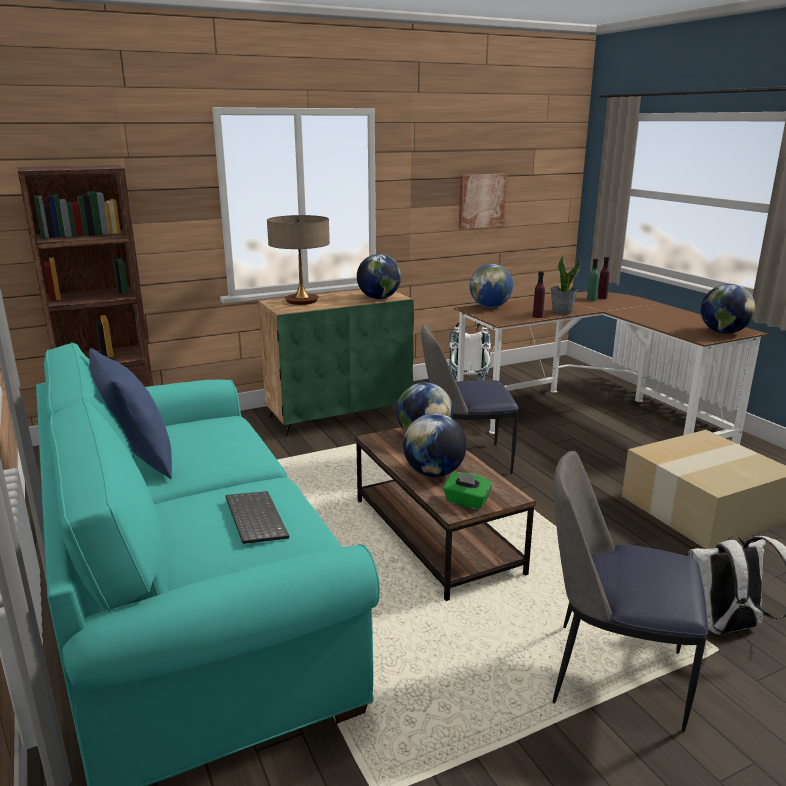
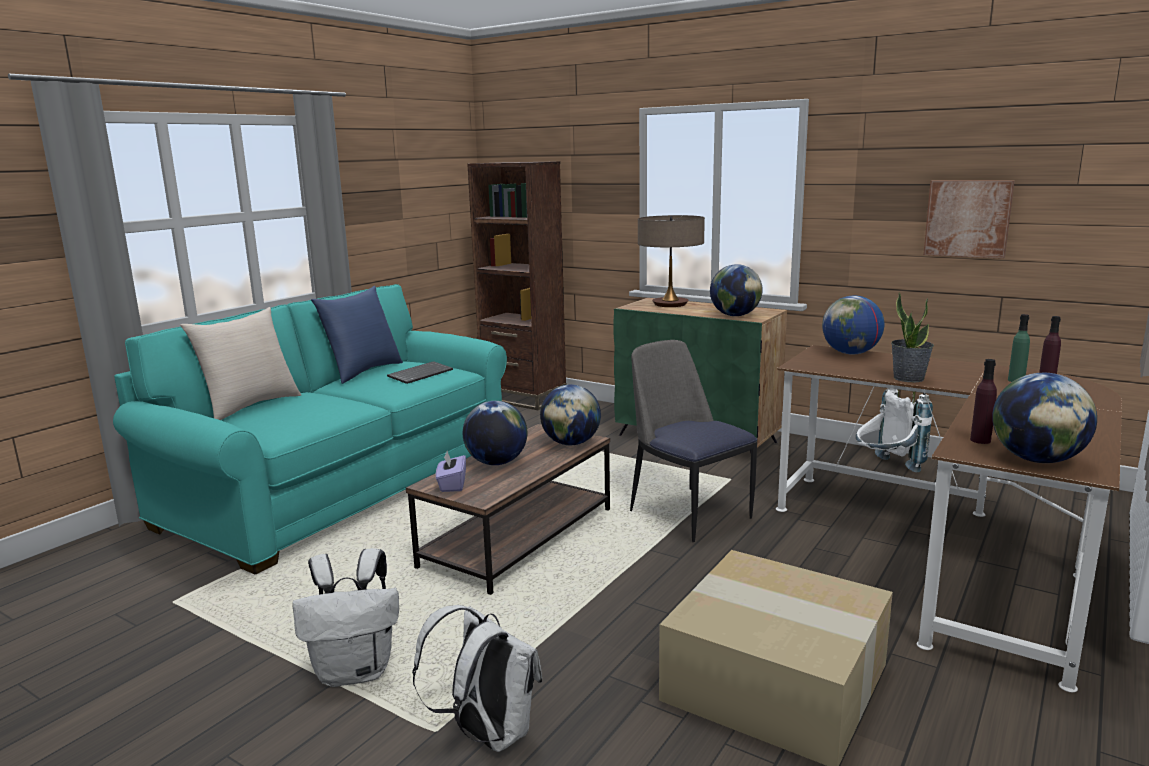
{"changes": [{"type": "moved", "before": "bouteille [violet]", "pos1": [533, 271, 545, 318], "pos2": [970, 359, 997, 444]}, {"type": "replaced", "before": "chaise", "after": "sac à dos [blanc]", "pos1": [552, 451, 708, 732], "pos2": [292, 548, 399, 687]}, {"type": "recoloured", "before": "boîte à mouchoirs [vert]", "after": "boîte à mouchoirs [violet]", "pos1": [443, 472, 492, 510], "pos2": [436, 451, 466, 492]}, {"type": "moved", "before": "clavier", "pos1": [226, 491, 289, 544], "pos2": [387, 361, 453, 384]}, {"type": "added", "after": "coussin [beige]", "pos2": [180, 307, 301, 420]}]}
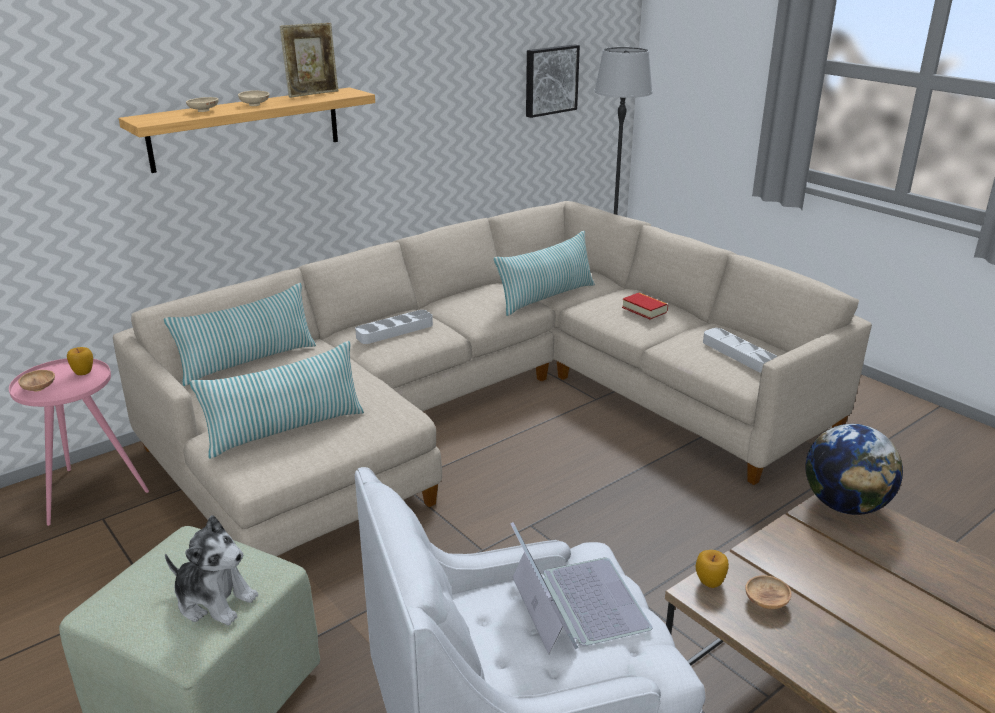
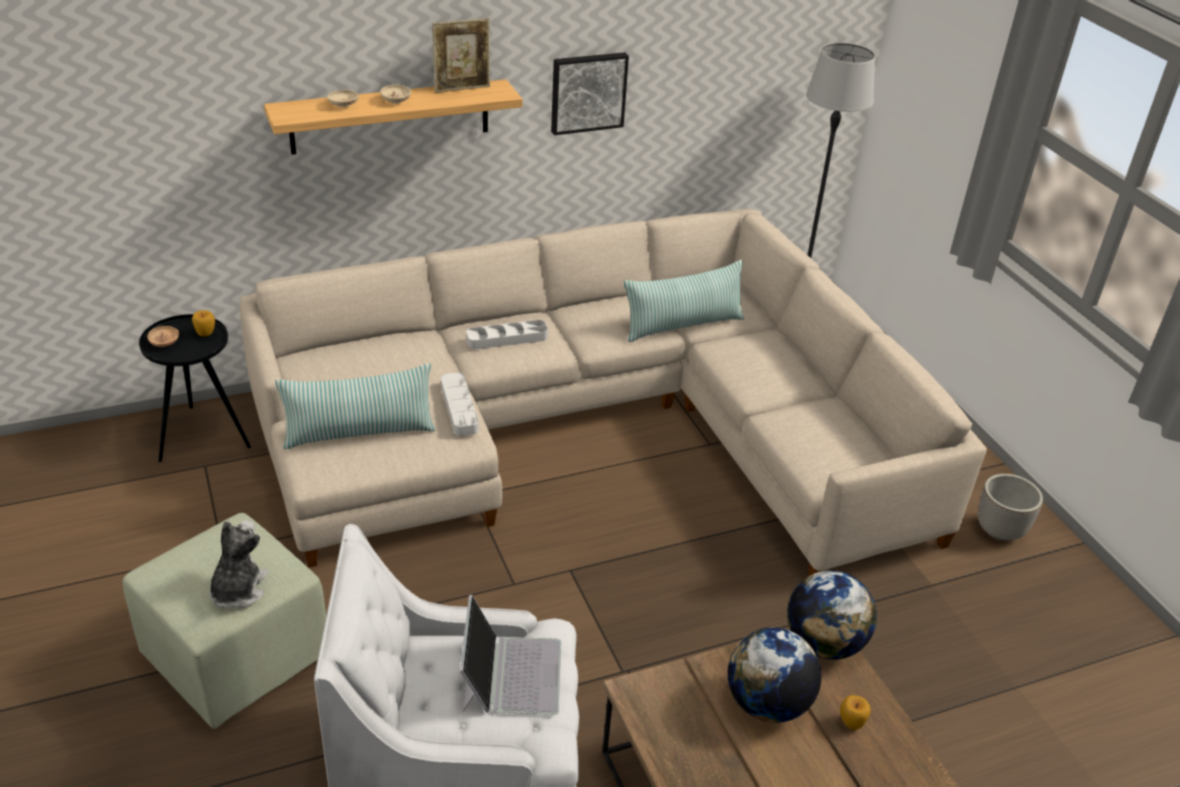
{"changes": [{"type": "moved", "before": "tableau", "pos1": [526, 44, 580, 118], "pos2": [551, 52, 629, 135]}, {"type": "removed", "before": "coussin", "pos1": [164, 283, 316, 386]}, {"type": "removed", "before": "livre", "pos1": [622, 293, 668, 320]}, {"type": "moved", "before": "plateau [gris]", "pos1": [703, 328, 778, 373], "pos2": [441, 373, 479, 436]}, {"type": "recoloured", "before": "table d'appoint [rose]", "after": "table d'appoint [noir]", "pos1": [9, 358, 149, 526], "pos2": [139, 314, 251, 462]}, {"type": "turned", "before": "peluche", "pos1": [165, 515, 258, 626], "pos2": [209, 520, 268, 608], "turn": -120}, {"type": "moved", "before": "pomme", "pos1": [696, 550, 729, 588], "pos2": [840, 695, 871, 730]}, {"type": "removed", "before": "bol [marron]", "pos1": [745, 575, 791, 609]}, {"type": "added", "after": "cache-pot", "pos2": [978, 474, 1043, 541]}, {"type": "added", "after": "globe", "pos2": [728, 627, 821, 723]}]}
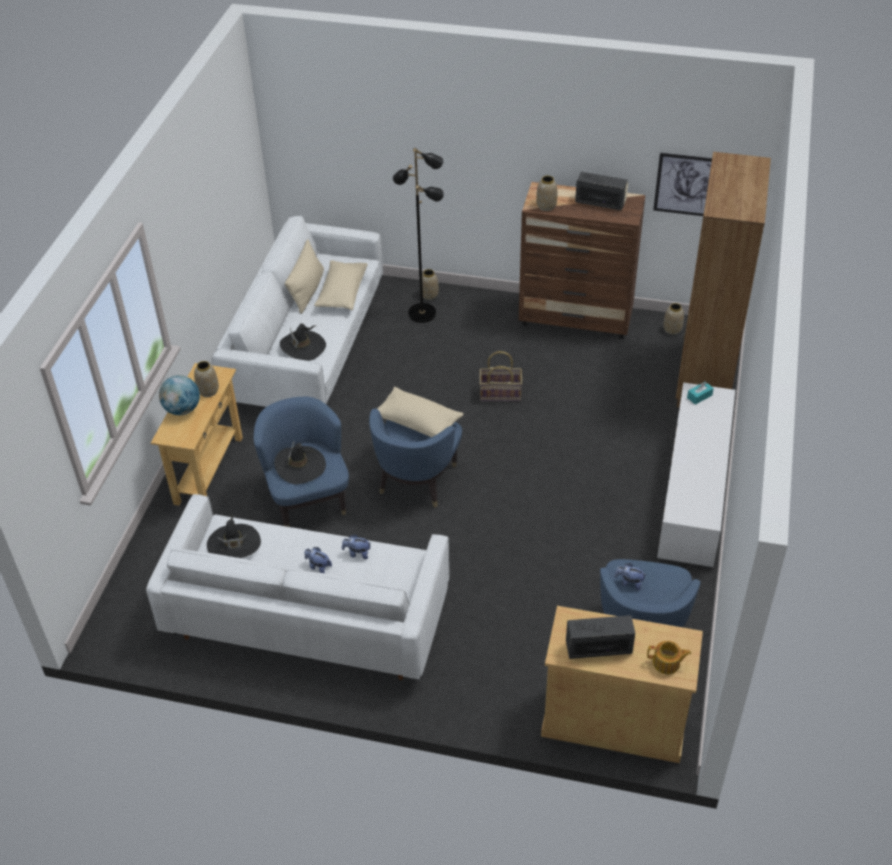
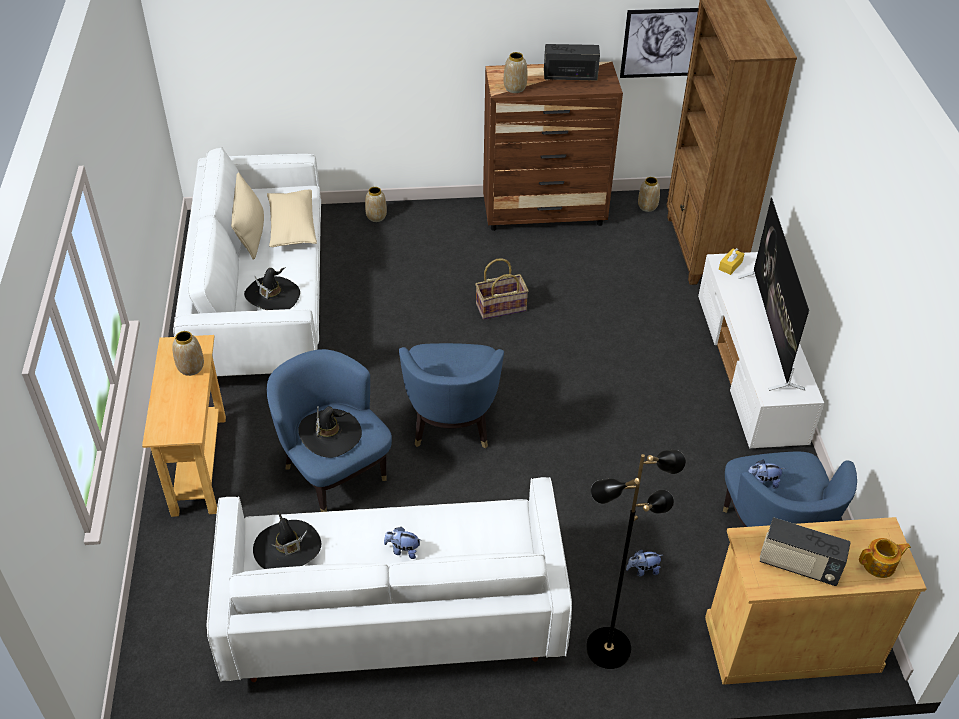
{"changes": [{"type": "moved", "before": "lampadaire [noir]", "pos1": [393, 148, 444, 323], "pos2": [586, 450, 686, 669]}, {"type": "removed", "before": "globe", "pos1": [159, 375, 200, 415]}, {"type": "recoloured", "before": "boîte à mouchoirs [turquoise]", "after": "boîte à mouchoirs [jaune]", "pos1": [687, 382, 714, 405], "pos2": [719, 248, 744, 275]}, {"type": "removed", "before": "coussin [beige]", "pos1": [377, 387, 464, 437]}, {"type": "moved", "before": "peluche", "pos1": [342, 534, 371, 559], "pos2": [626, 549, 663, 576]}, {"type": "turned", "before": "radio", "pos1": [566, 615, 635, 659], "pos2": [760, 517, 851, 586], "turn": -135}, {"type": "added", "after": "téléviseur", "pos2": [738, 197, 809, 391]}]}
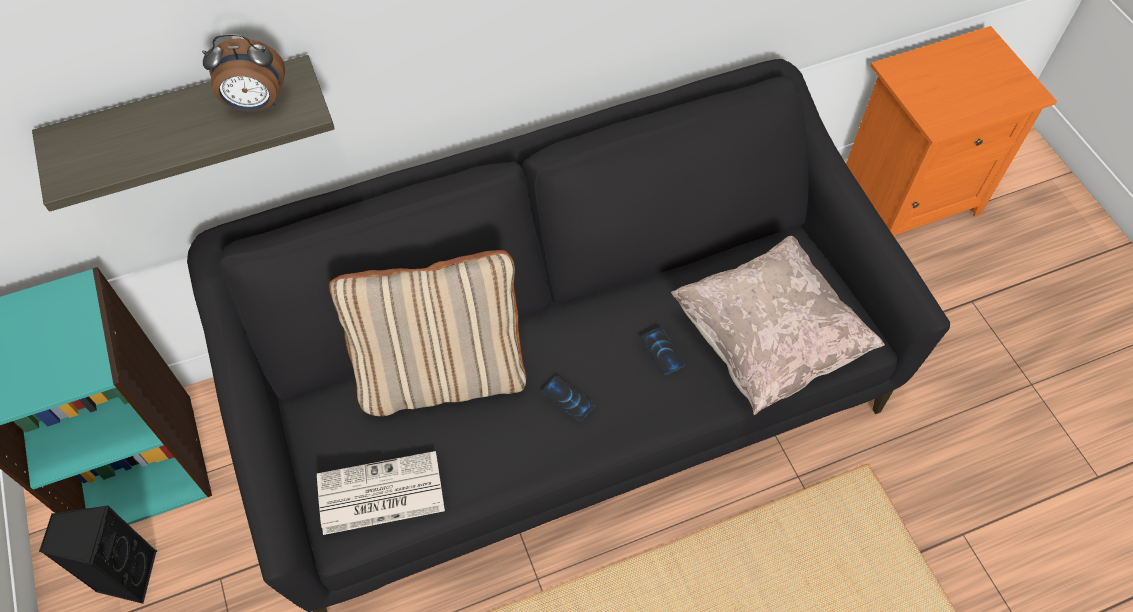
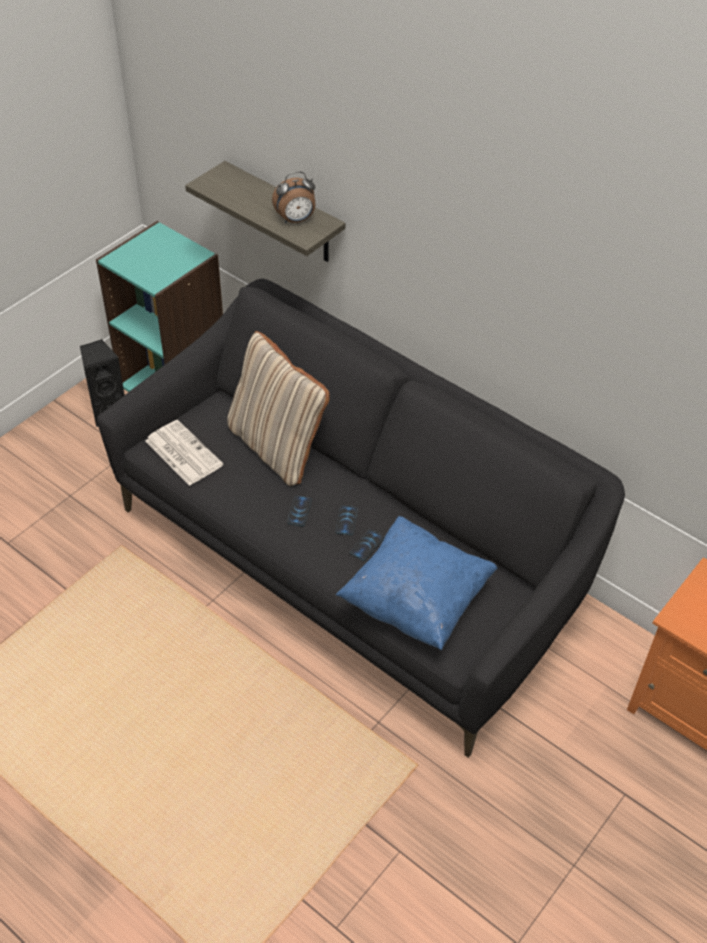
{"changes": [{"type": "turned", "before": "réveil", "pos1": [202, 34, 285, 112], "pos2": [272, 172, 315, 223], "turn": -75}, {"type": "recoloured", "before": "coussin [beige]", "after": "coussin [bleu]", "pos1": [671, 236, 885, 415], "pos2": [336, 516, 497, 650]}, {"type": "added", "after": "téléphone", "pos2": [335, 505, 358, 535]}]}
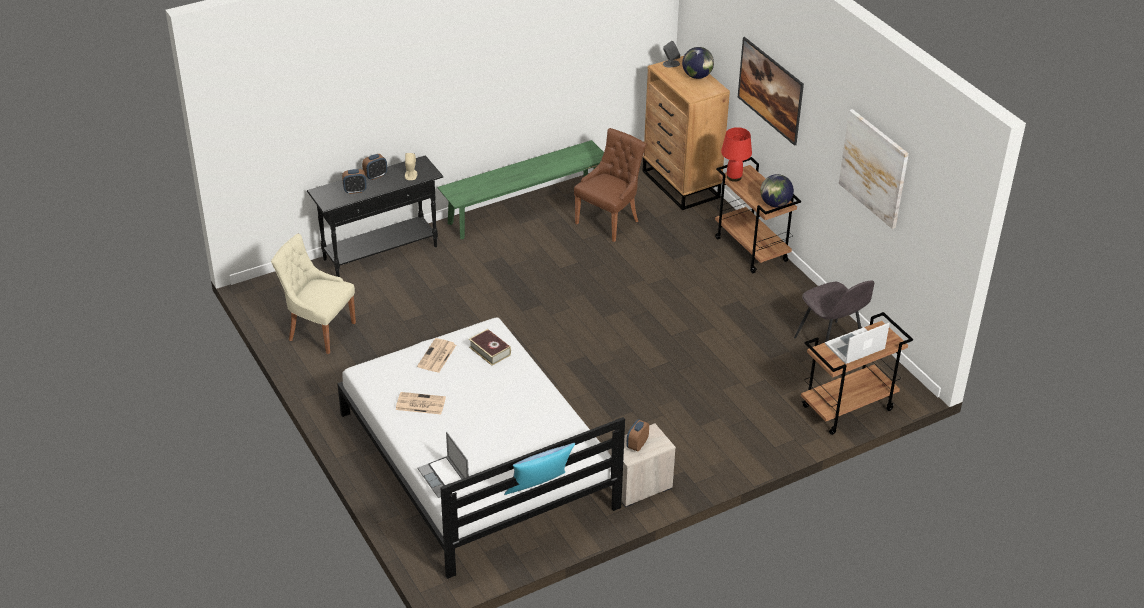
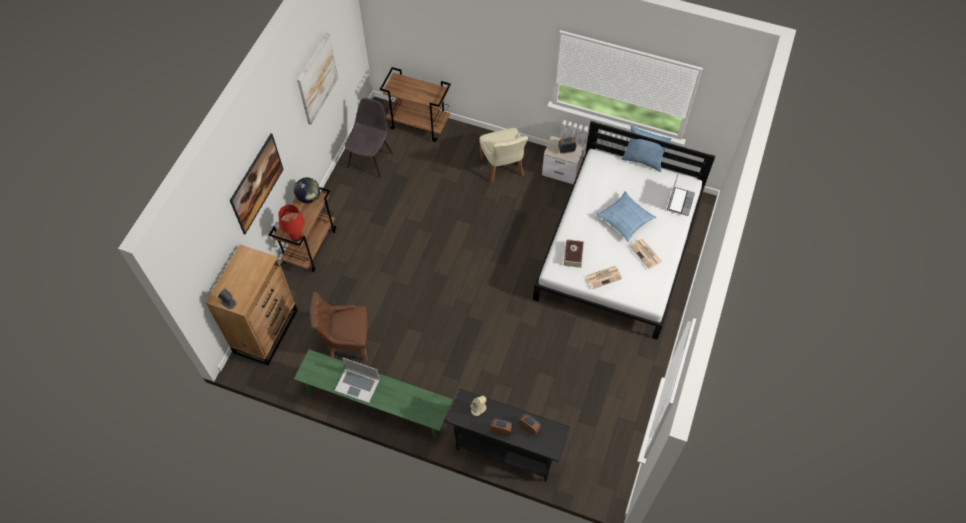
{"changes": [{"type": "removed", "before": "globe", "pos1": [682, 47, 714, 79]}, {"type": "moved", "before": "chaise [beige]", "pos1": [271, 234, 356, 354], "pos2": [479, 128, 529, 184]}, {"type": "moved", "before": "ordinateur portable", "pos1": [825, 323, 890, 364], "pos2": [335, 358, 380, 403]}, {"type": "added", "after": "coussin", "pos2": [596, 191, 656, 241]}]}
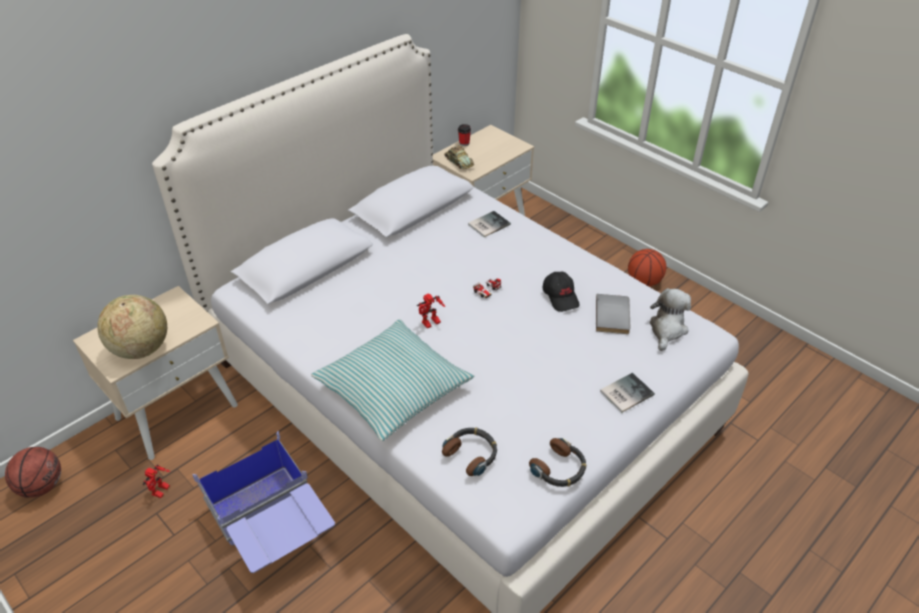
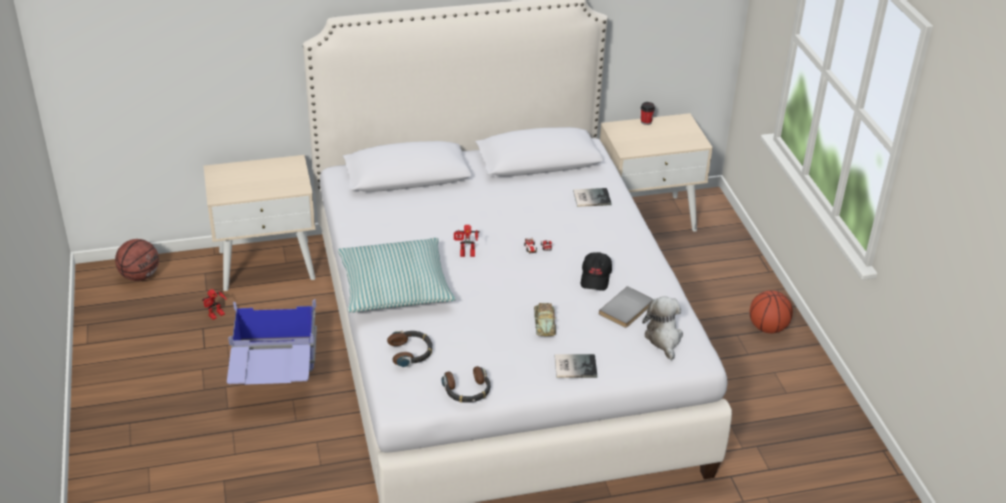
{"changes": [{"type": "moved", "before": "petite voiture", "pos1": [444, 145, 474, 169], "pos2": [534, 303, 556, 336]}, {"type": "turned", "before": "peluche", "pos1": [650, 288, 691, 351], "pos2": [642, 297, 683, 360], "turn": -60}, {"type": "removed", "before": "globe", "pos1": [97, 295, 167, 359]}]}
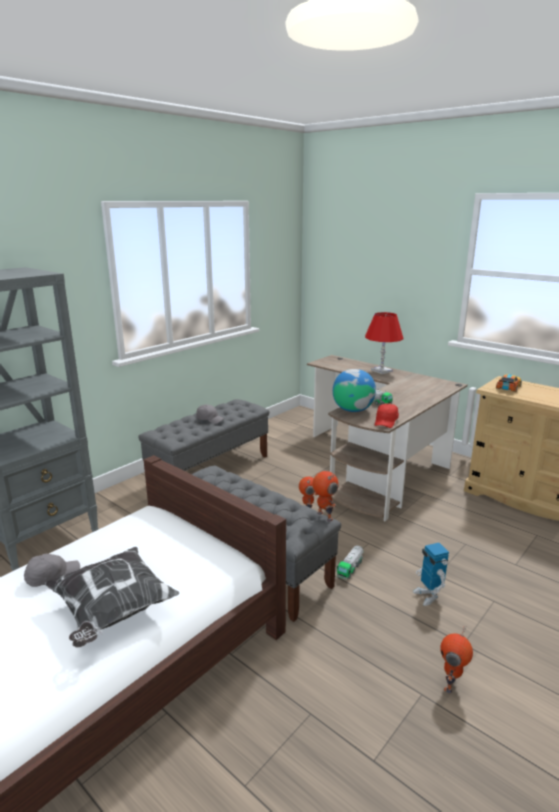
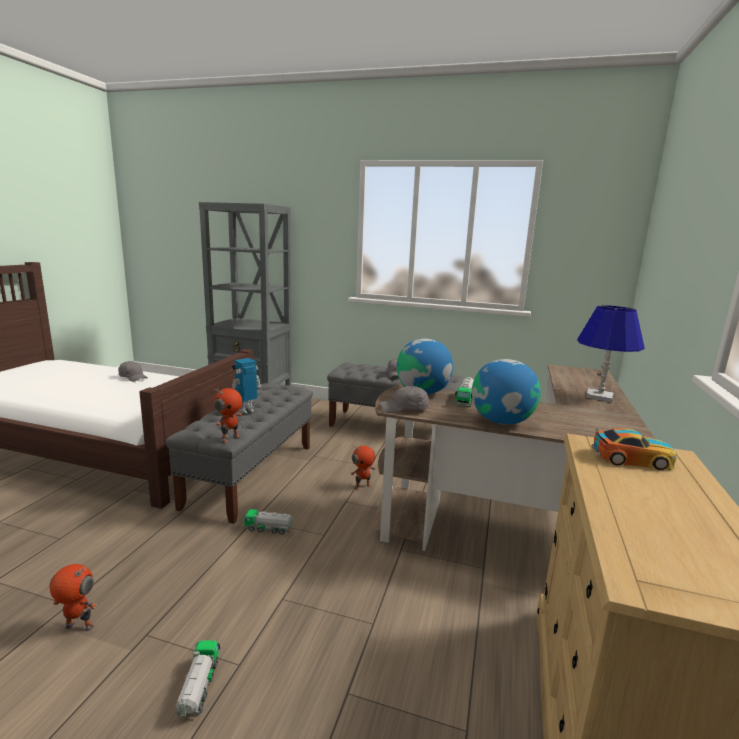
{"changes": [{"type": "recoloured", "before": "lampe de table [rouge]", "after": "lampe de table [bleu]", "pos1": [365, 312, 403, 374], "pos2": [577, 305, 645, 402]}, {"type": "recoloured", "before": "casquette [rouge]", "after": "casquette [gris]", "pos1": [375, 403, 399, 428], "pos2": [380, 386, 429, 413]}, {"type": "moved", "before": "robot jouet", "pos1": [413, 543, 449, 606], "pos2": [232, 358, 261, 414]}, {"type": "removed", "before": "coussin", "pos1": [45, 547, 179, 647]}, {"type": "added", "after": "globe", "pos2": [472, 359, 541, 425]}, {"type": "added", "after": "camion jouet", "pos2": [175, 640, 220, 717]}]}
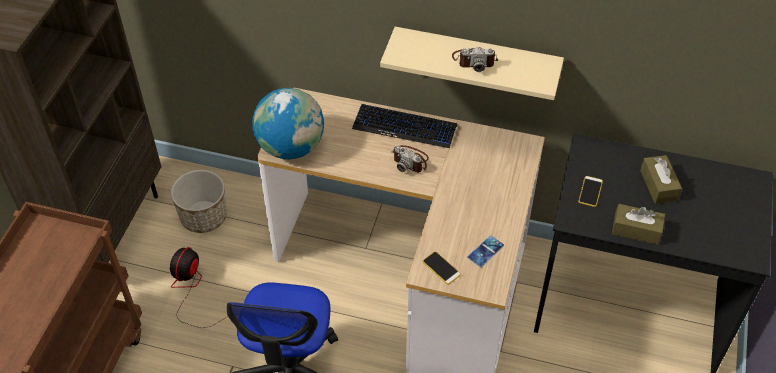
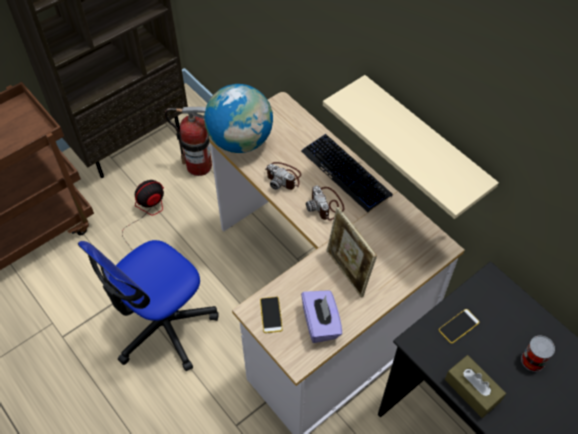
{"changes": [{"type": "moved", "before": "appareil photo", "pos1": [452, 47, 498, 72], "pos2": [266, 162, 301, 190]}, {"type": "replaced", "before": "boîte à mouchoirs [marron]", "after": "boîte métallique", "pos1": [640, 155, 682, 204], "pos2": [521, 335, 555, 372]}, {"type": "replaced", "before": "cache-pot", "after": "extincteur", "pos1": [171, 170, 227, 233], "pos2": [165, 107, 212, 176]}, {"type": "replaced", "before": "téléphone", "after": "boîte à mouchoirs [violet]", "pos1": [467, 236, 504, 267], "pos2": [301, 290, 342, 343]}, {"type": "added", "after": "cadre photo", "pos2": [327, 207, 377, 298]}]}
